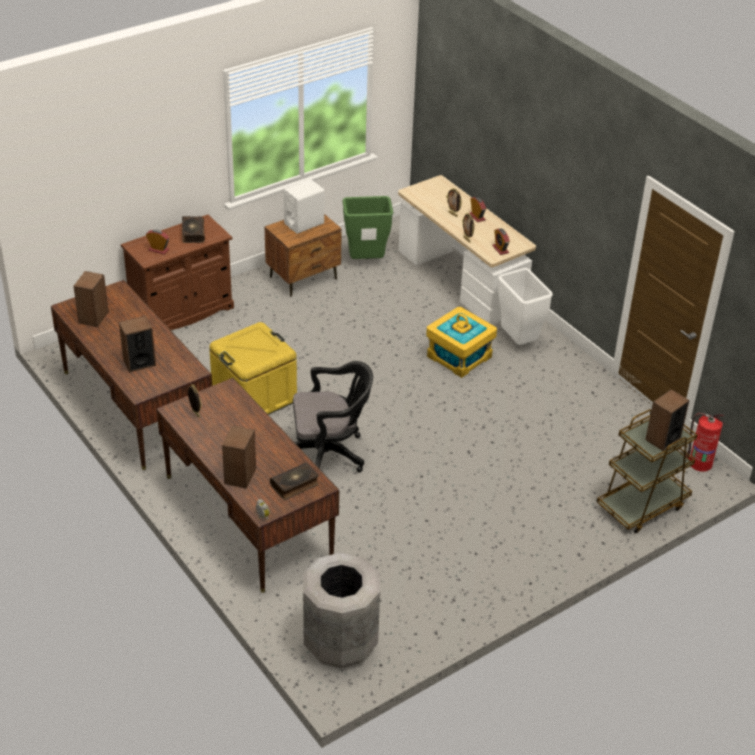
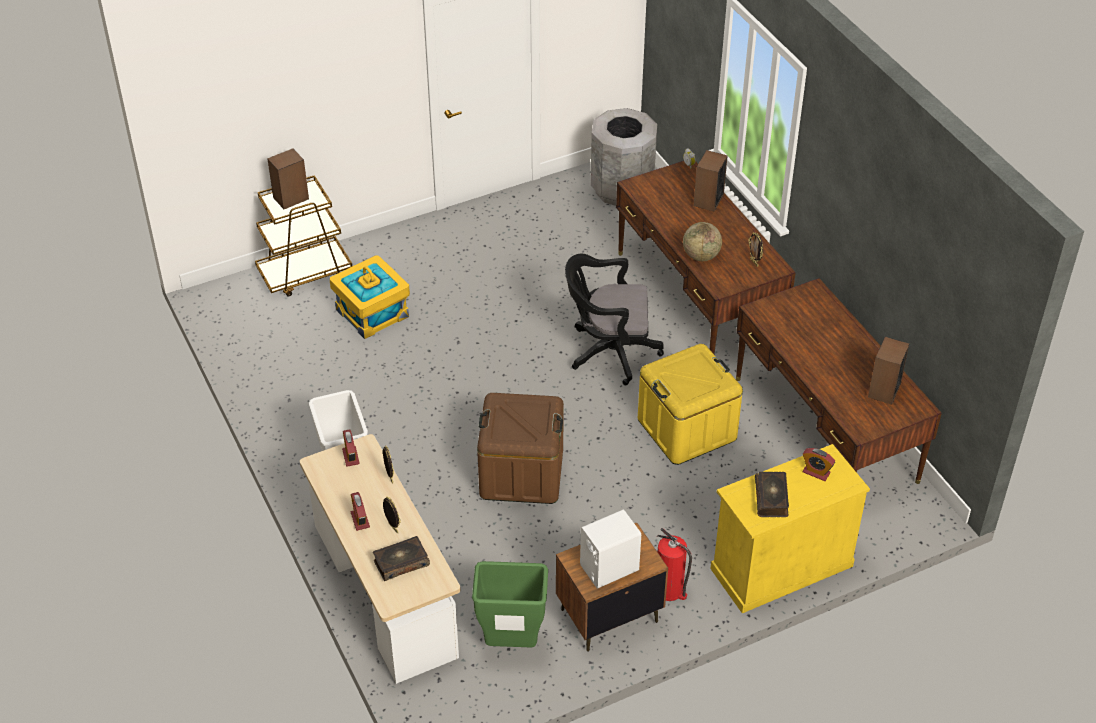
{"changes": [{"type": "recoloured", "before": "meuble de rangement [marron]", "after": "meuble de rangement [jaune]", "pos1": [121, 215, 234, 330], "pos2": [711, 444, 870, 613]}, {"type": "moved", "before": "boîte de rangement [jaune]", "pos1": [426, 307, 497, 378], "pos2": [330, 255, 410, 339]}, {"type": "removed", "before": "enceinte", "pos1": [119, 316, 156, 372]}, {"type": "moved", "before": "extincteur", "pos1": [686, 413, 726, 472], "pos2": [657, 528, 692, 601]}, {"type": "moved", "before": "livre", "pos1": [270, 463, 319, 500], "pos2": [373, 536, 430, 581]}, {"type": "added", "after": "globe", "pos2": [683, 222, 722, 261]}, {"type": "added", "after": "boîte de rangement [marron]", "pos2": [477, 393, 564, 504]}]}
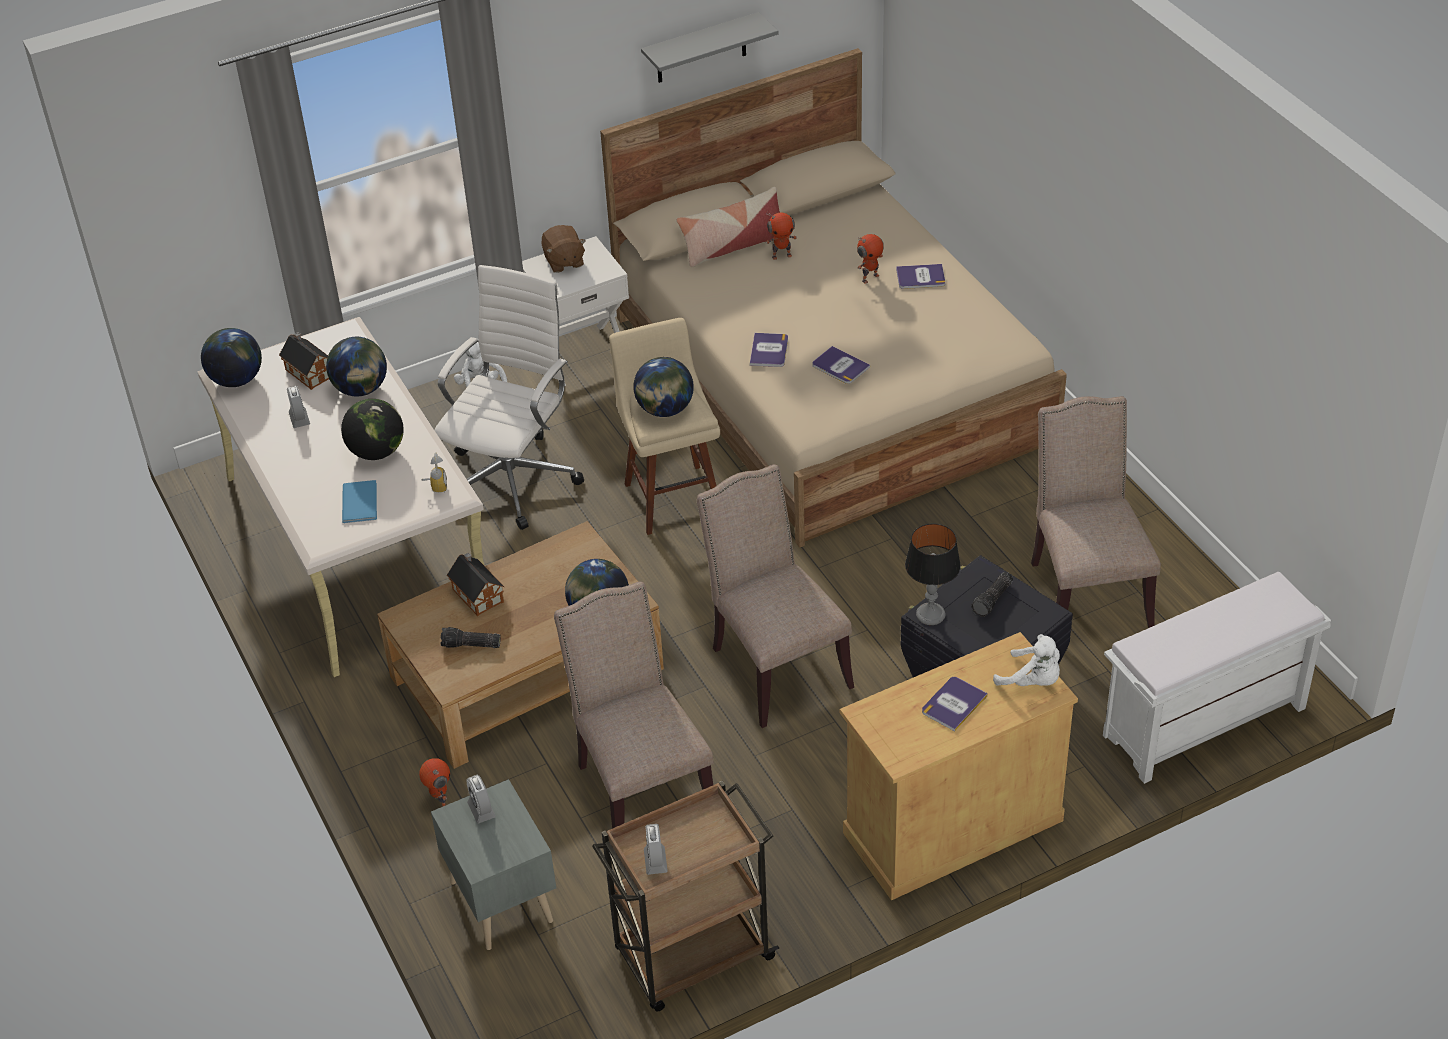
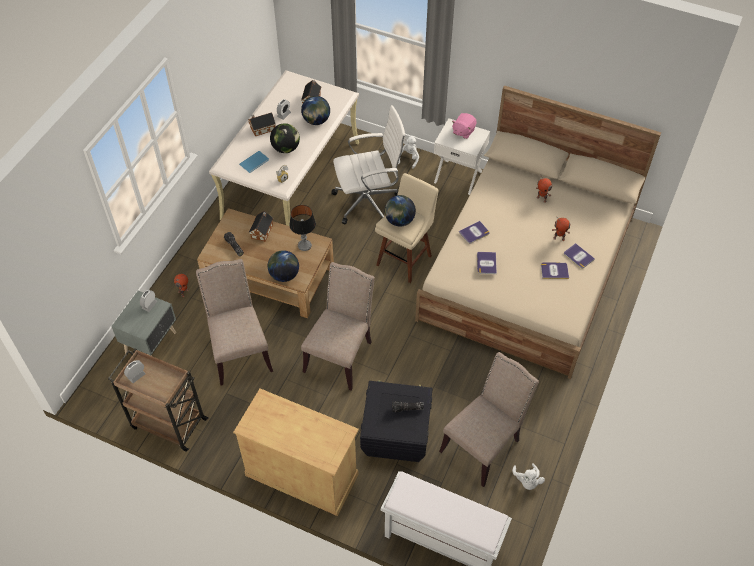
{"changes": [{"type": "removed", "before": "étagère [gris]", "pos1": [641, 12, 779, 83]}, {"type": "removed", "before": "coussin", "pos1": [676, 187, 780, 267]}, {"type": "recoloured", "before": "peluche [marron]", "after": "peluche [rose]", "pos1": [541, 225, 586, 273], "pos2": [452, 113, 476, 139]}, {"type": "removed", "before": "globe", "pos1": [201, 328, 262, 387]}, {"type": "moved", "before": "lampe de table", "pos1": [905, 523, 961, 625], "pos2": [289, 205, 316, 251]}, {"type": "turned", "before": "chaise [beige]", "pos1": [554, 581, 713, 829], "pos2": [196, 259, 273, 385], "turn": -45}, {"type": "moved", "before": "peluche [blanc]", "pos1": [993, 634, 1060, 686], "pos2": [512, 463, 545, 490]}, {"type": "moved", "before": "livre", "pos1": [922, 677, 988, 731], "pos2": [541, 263, 569, 279]}, {"type": "added", "after": "maison miniature", "pos2": [248, 112, 276, 136]}]}
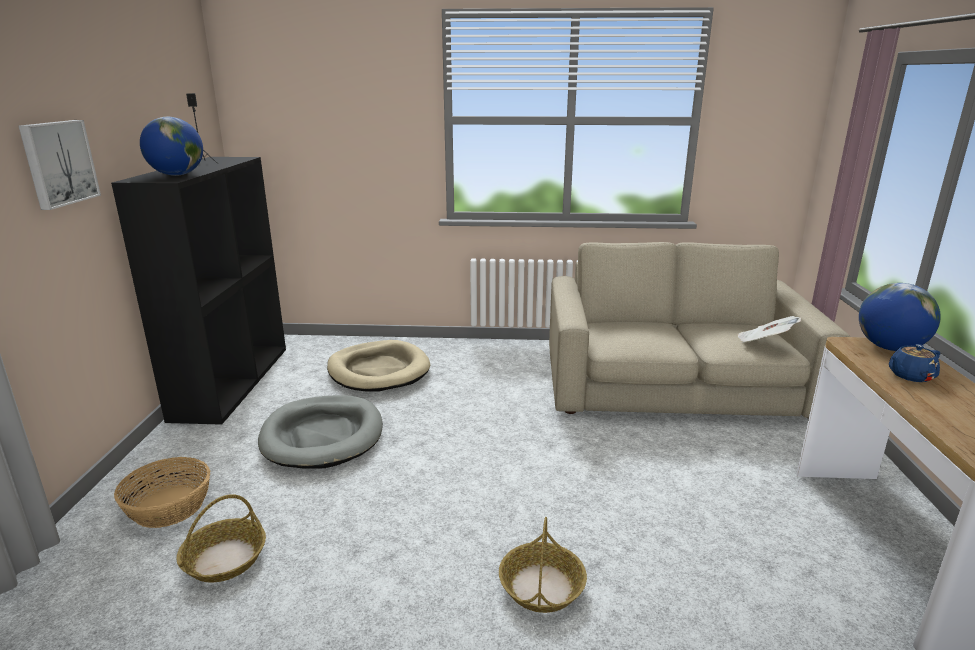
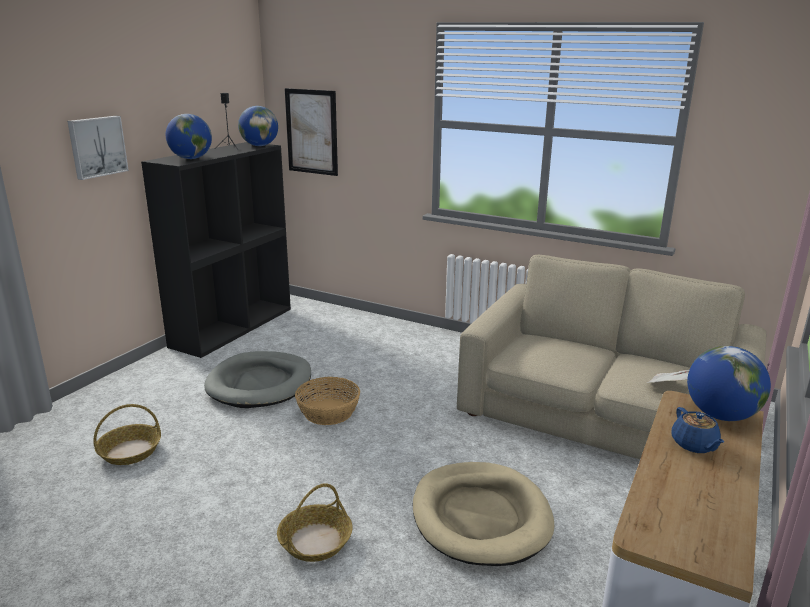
{"changes": [{"type": "moved", "before": "panier pour chien [beige]", "pos1": [327, 340, 430, 392], "pos2": [413, 462, 554, 566]}, {"type": "turned", "before": "théière [bleu]", "pos1": [889, 344, 940, 382], "pos2": [671, 407, 724, 453], "turn": -105}, {"type": "moved", "before": "panier", "pos1": [114, 457, 210, 528], "pos2": [295, 377, 360, 425]}, {"type": "added", "after": "tableau", "pos2": [285, 88, 338, 176]}, {"type": "added", "after": "globe", "pos2": [238, 106, 278, 146]}]}
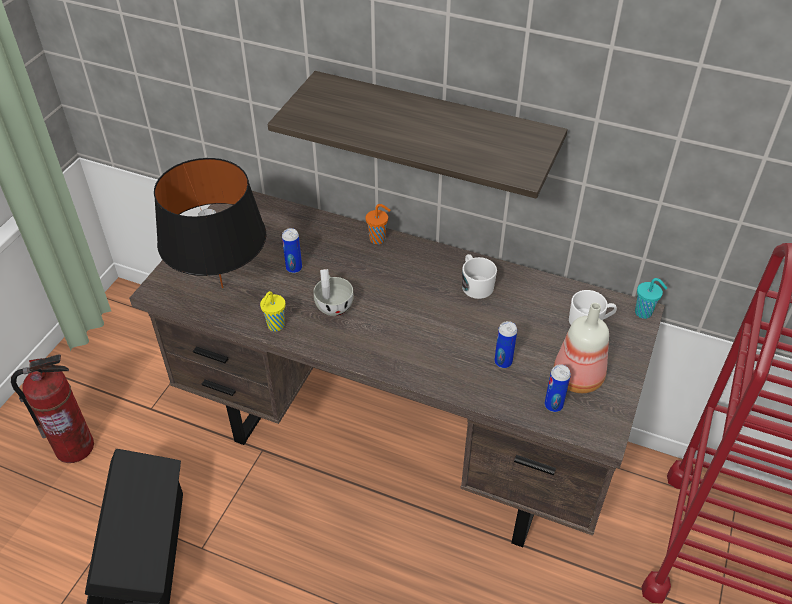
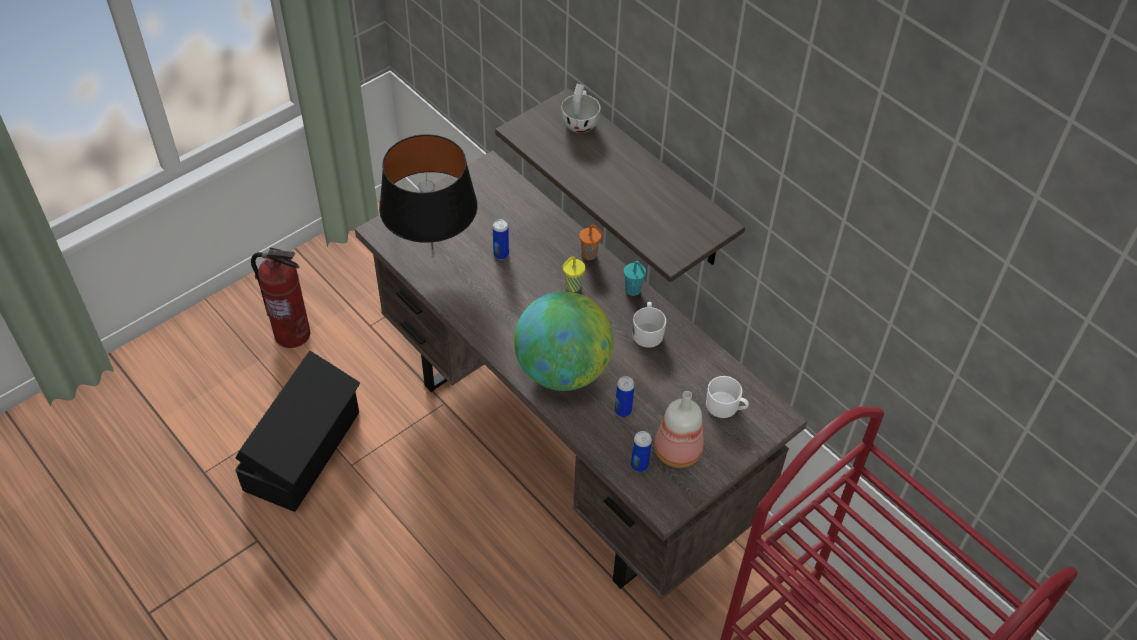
{"changes": [{"type": "moved", "before": "tasse [blanc]", "pos1": [314, 269, 354, 316], "pos2": [561, 84, 600, 133]}, {"type": "moved", "before": "tasse [turquoise]", "pos1": [635, 278, 667, 319], "pos2": [624, 261, 646, 296]}, {"type": "moved", "before": "tasse [jaune]", "pos1": [260, 291, 286, 331], "pos2": [562, 257, 585, 292]}, {"type": "added", "after": "globe", "pos2": [514, 291, 614, 391]}]}
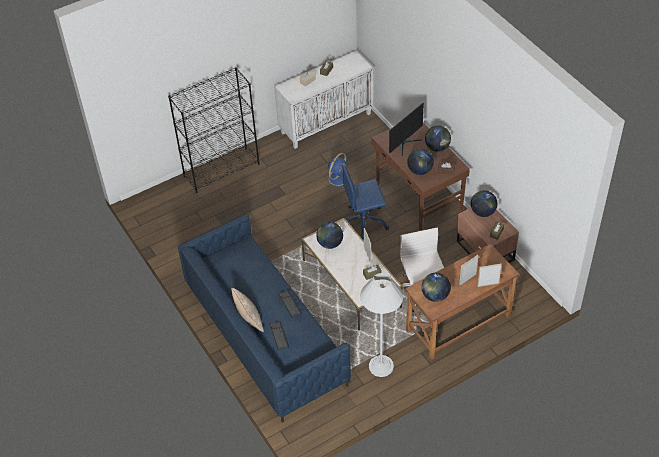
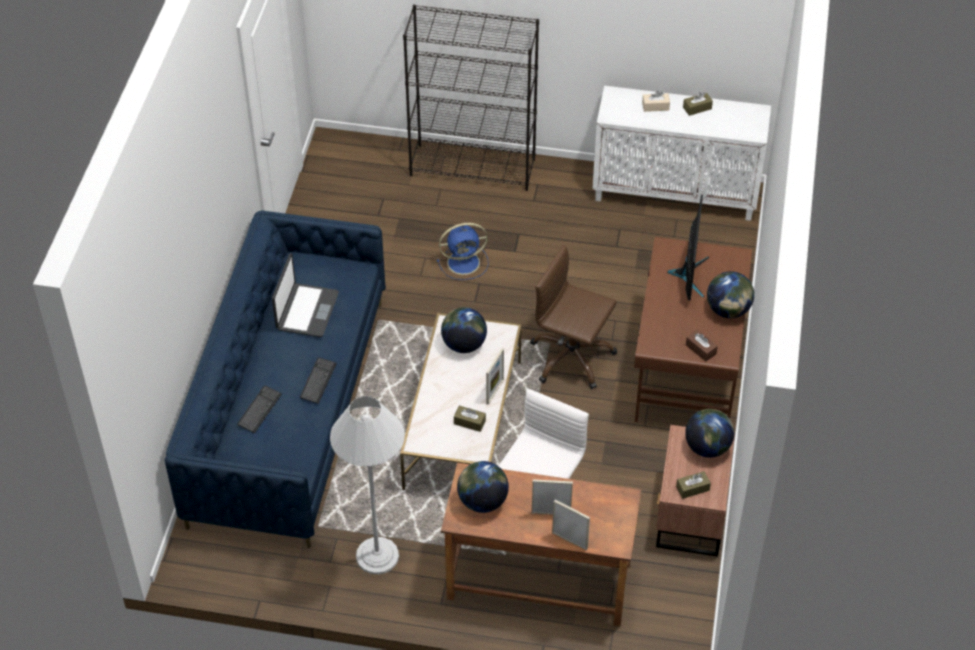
{"changes": [{"type": "turned", "before": "écran d'ordinateur", "pos1": [389, 103, 424, 156], "pos2": [667, 195, 709, 300], "turn": -75}, {"type": "removed", "before": "globe", "pos1": [407, 149, 434, 175]}, {"type": "moved", "before": "ventilateur [bleu]", "pos1": [325, 153, 351, 189], "pos2": [437, 223, 489, 280]}, {"type": "recoloured", "before": "chaise de bureau [bleu]", "after": "chaise de bureau [marron]", "pos1": [342, 165, 389, 241], "pos2": [530, 245, 617, 389]}, {"type": "removed", "before": "coussin", "pos1": [231, 288, 264, 332]}, {"type": "added", "after": "ordinateur portable", "pos2": [272, 253, 339, 337]}]}
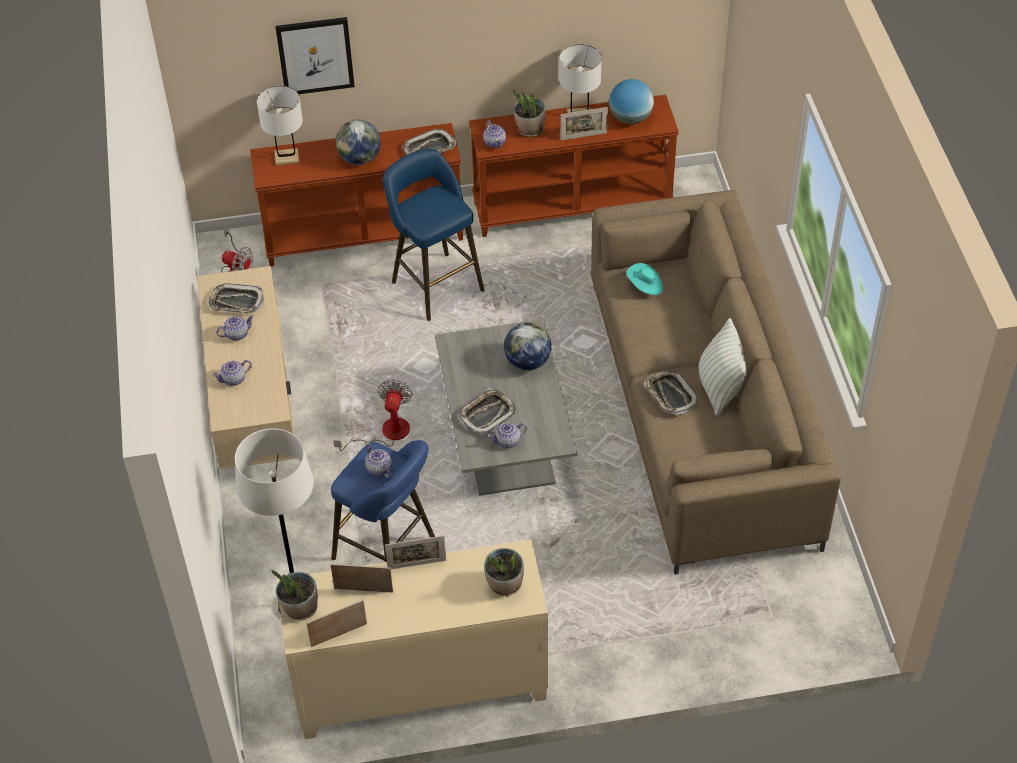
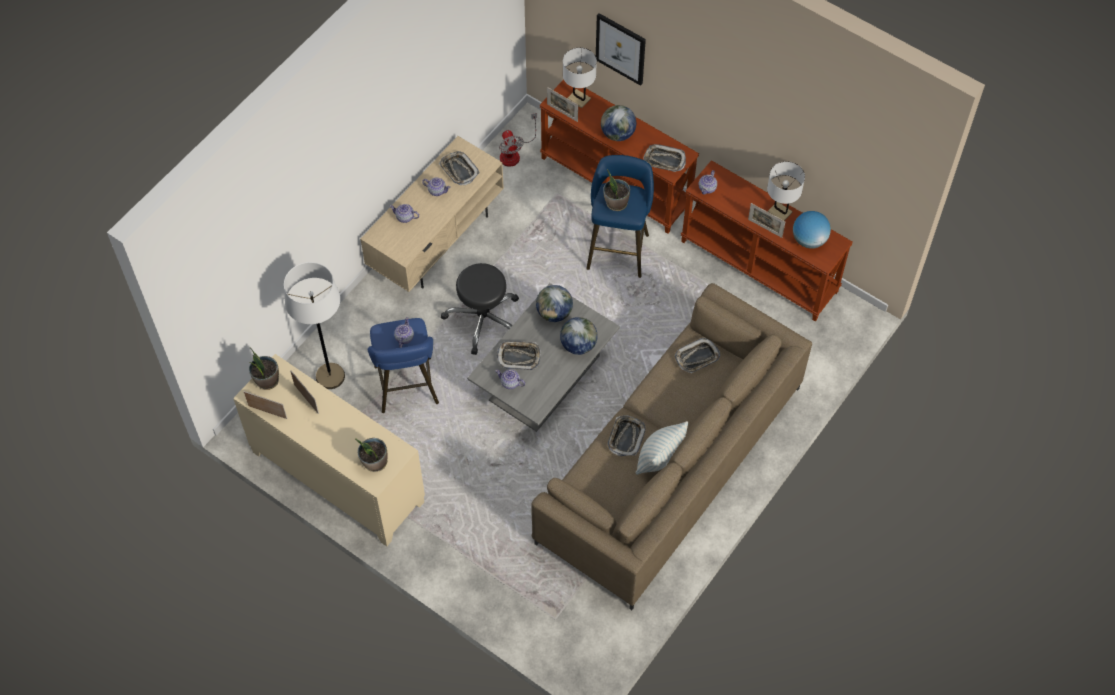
{"changes": [{"type": "moved", "before": "plante en pot", "pos1": [513, 89, 546, 137], "pos2": [603, 169, 630, 211]}, {"type": "replaced", "before": "chapeau [turquoise]", "after": "plateau", "pos1": [626, 263, 663, 295], "pos2": [675, 338, 720, 373]}, {"type": "replaced", "before": "ventilateur", "after": "tabouret [noir]", "pos1": [333, 379, 413, 451], "pos2": [441, 263, 519, 355]}, {"type": "moved", "before": "cadre photo", "pos1": [385, 536, 446, 569], "pos2": [547, 87, 578, 122]}, {"type": "added", "after": "globe", "pos2": [536, 285, 573, 322]}]}
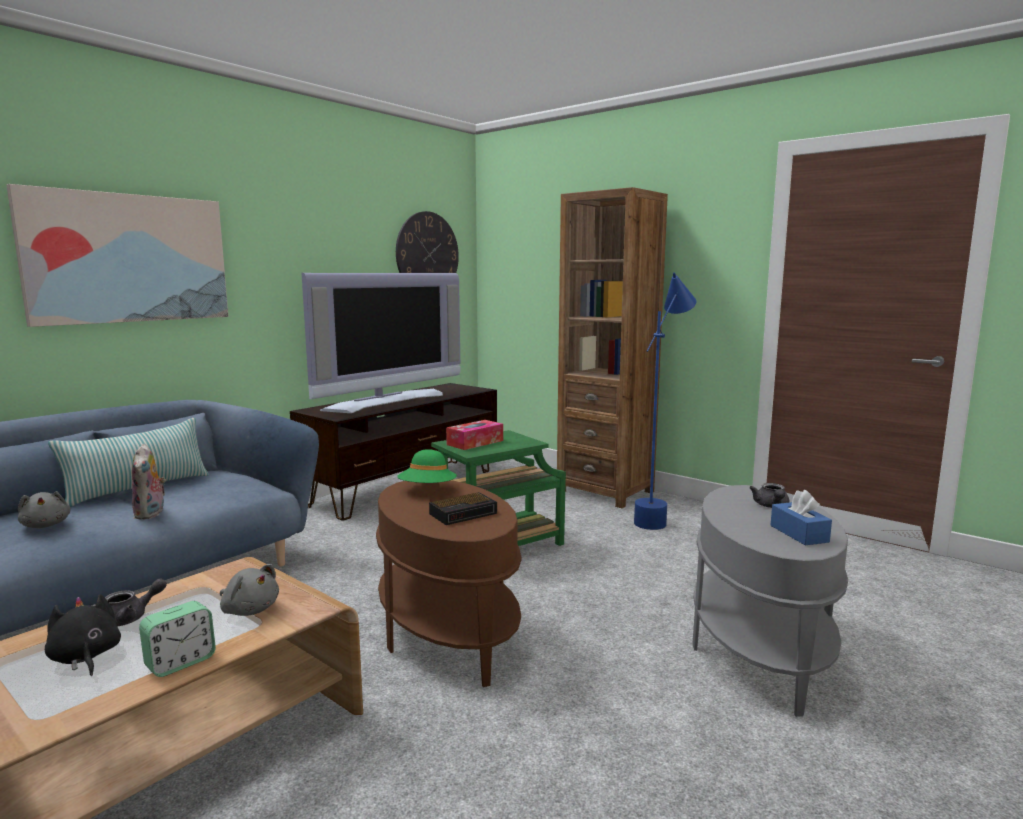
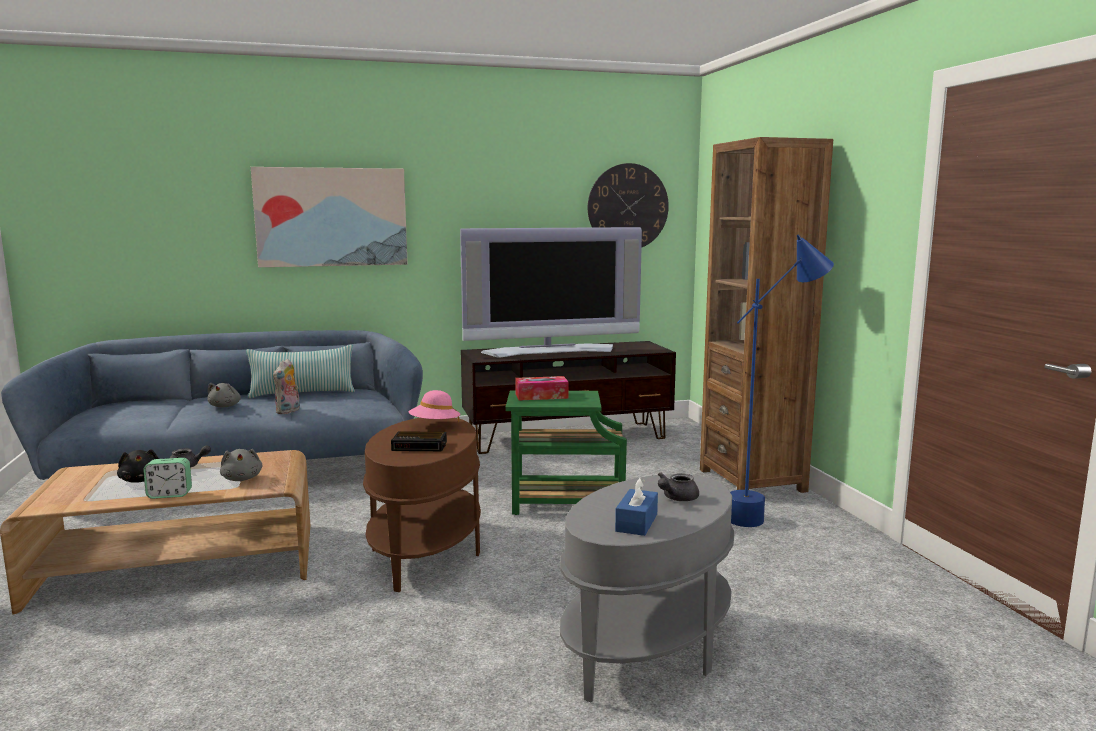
{"changes": [{"type": "recoloured", "before": "chapeau [vert]", "after": "chapeau [rose]", "pos1": [397, 449, 457, 483], "pos2": [408, 390, 461, 422]}, {"type": "turned", "before": "peluche [noir]", "pos1": [45, 594, 121, 676], "pos2": [117, 449, 159, 483], "turn": 150}]}
